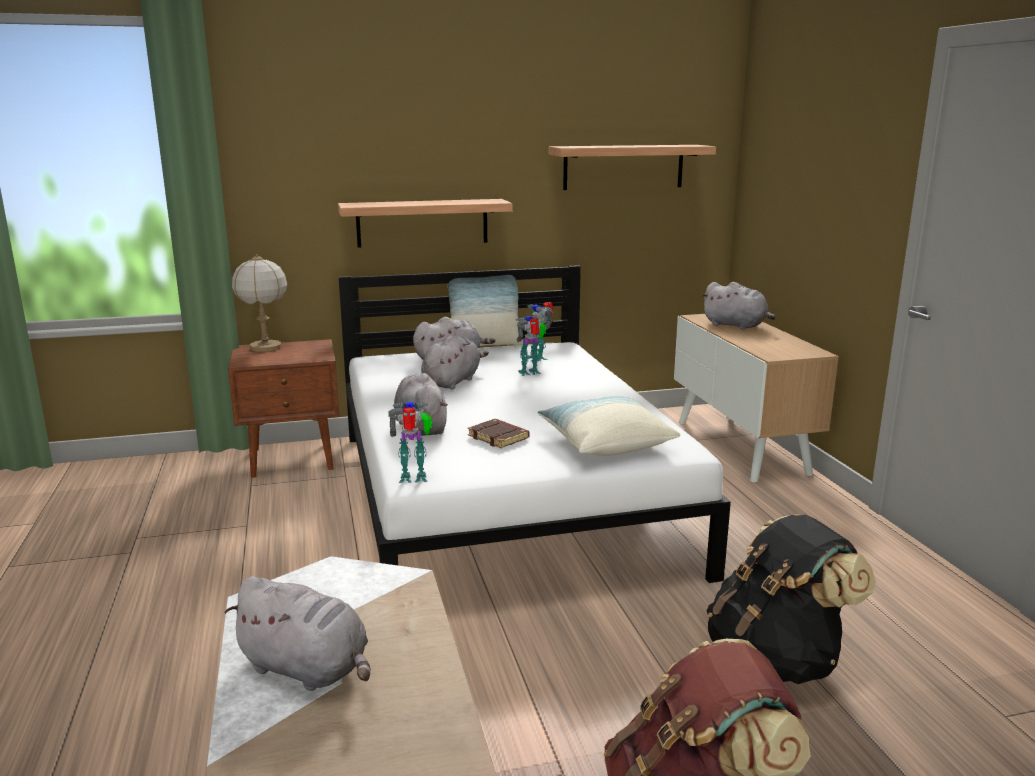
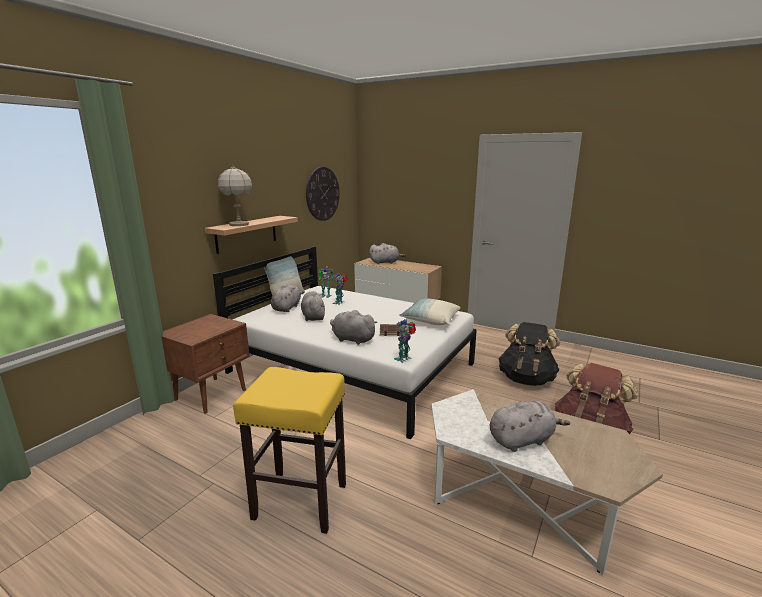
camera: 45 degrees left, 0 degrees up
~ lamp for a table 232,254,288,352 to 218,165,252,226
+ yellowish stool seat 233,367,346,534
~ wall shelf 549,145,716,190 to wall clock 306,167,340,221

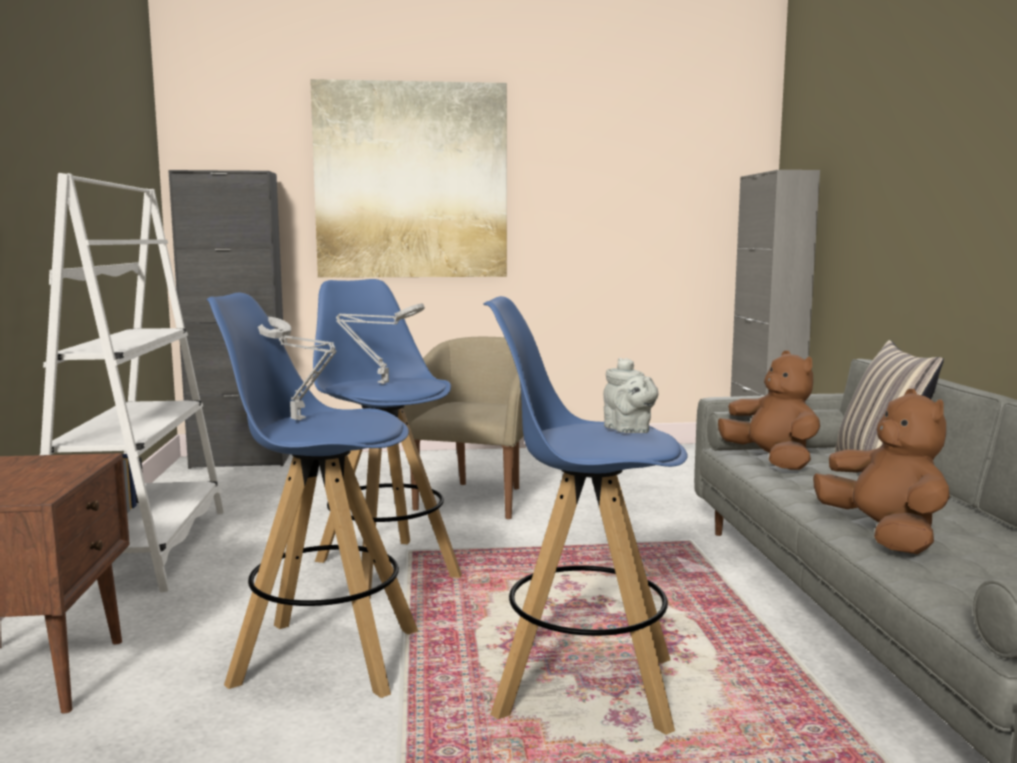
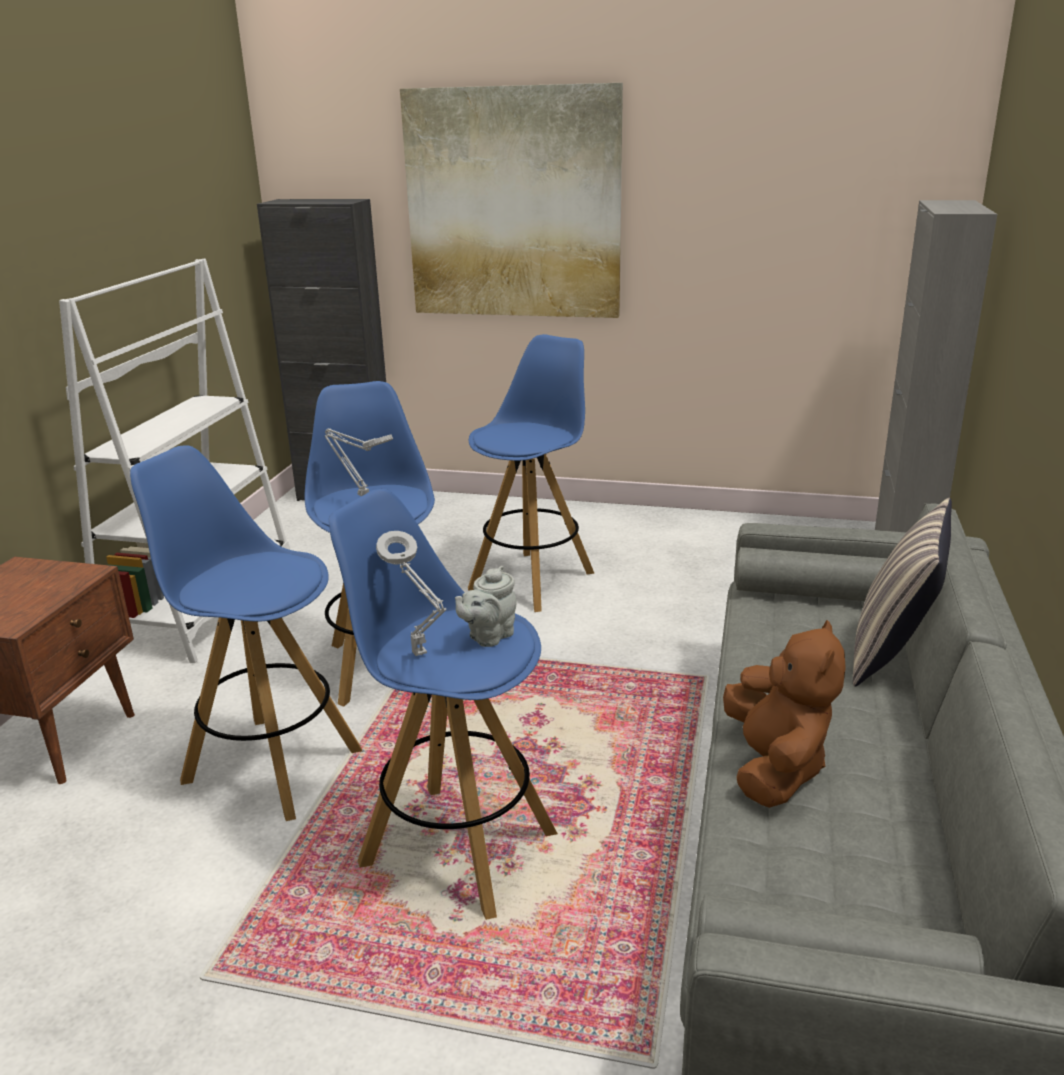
camera: 20 degrees right, 15 degrees up
~ grey lamp for a table 258,317,337,420 to 376,531,446,656
~ grey pot for tea 603,358,659,433 = 455,566,517,647 45 degrees clockwise
~ beige armchair 403,337,523,519 to blue-coloured stool seat 468,334,594,612
- brown-coloured soft toy 718,350,820,470

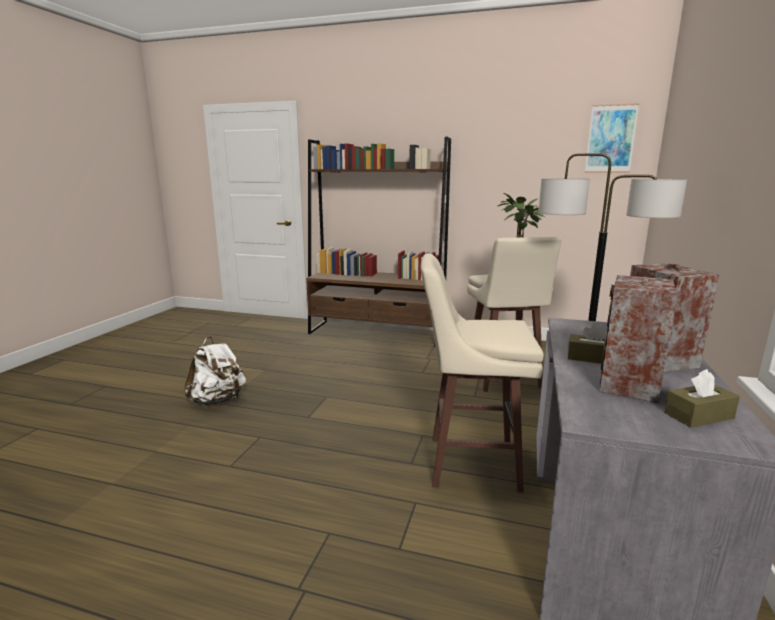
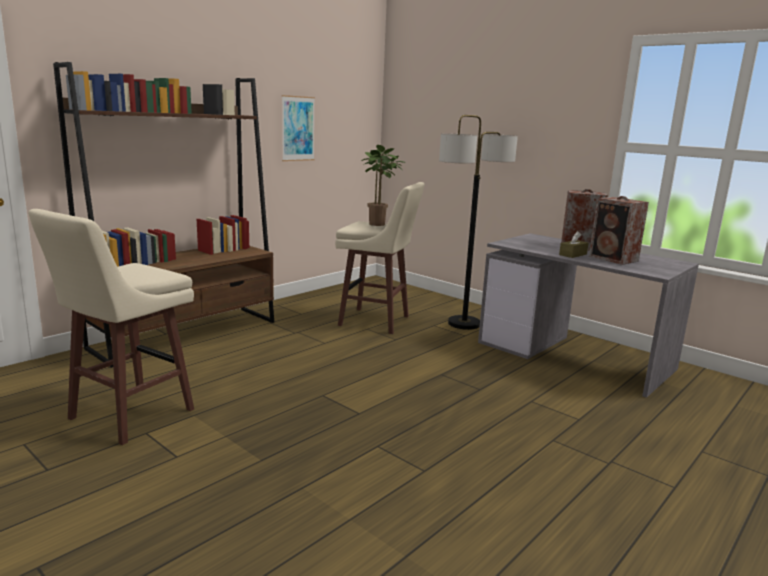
camera: 65 degrees left, 0 degrees up
~ beige stool seat 421,253,544,492 to 28,209,194,445
~ picture 585,103,639,173 to 282,95,315,161
- white-coloured backpack 184,336,246,406
- brown-coloured tissue box 664,369,740,428

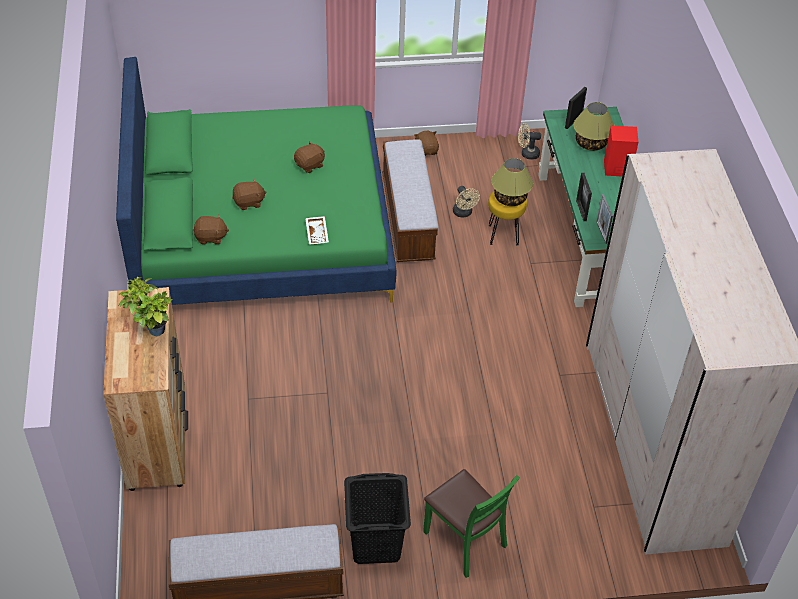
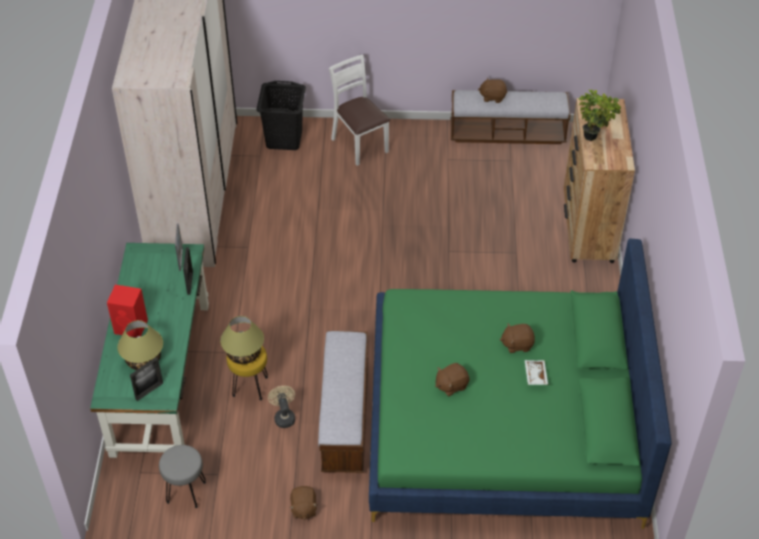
camera: 170 degrees left, 0 degrees up
~ beige cooling fan 518,123,541,160 to grey stool seat 159,445,206,508
~ black washing basket 344,473,411,564 to 256,81,306,150
~ green upright chair 423,469,520,578 to white-coloured upright chair 329,55,390,166
~ brown-coloured soft toy 193,214,229,245 to 478,77,507,103
~ white-coloured serving tray 305,216,329,245 to 525,360,548,385

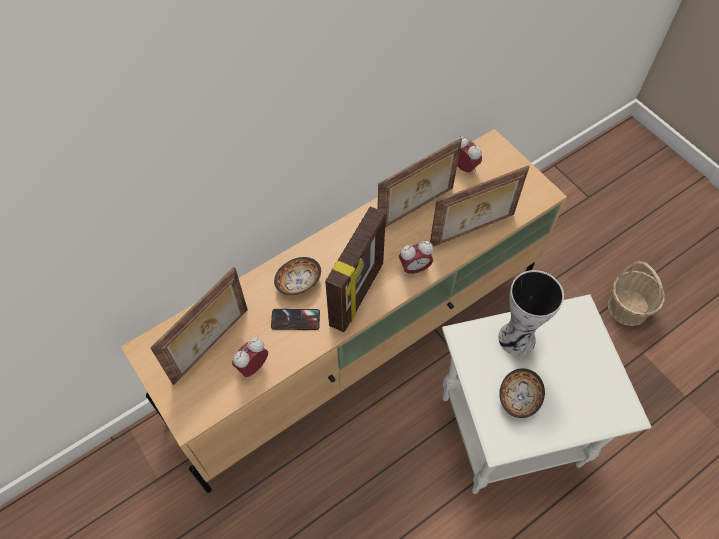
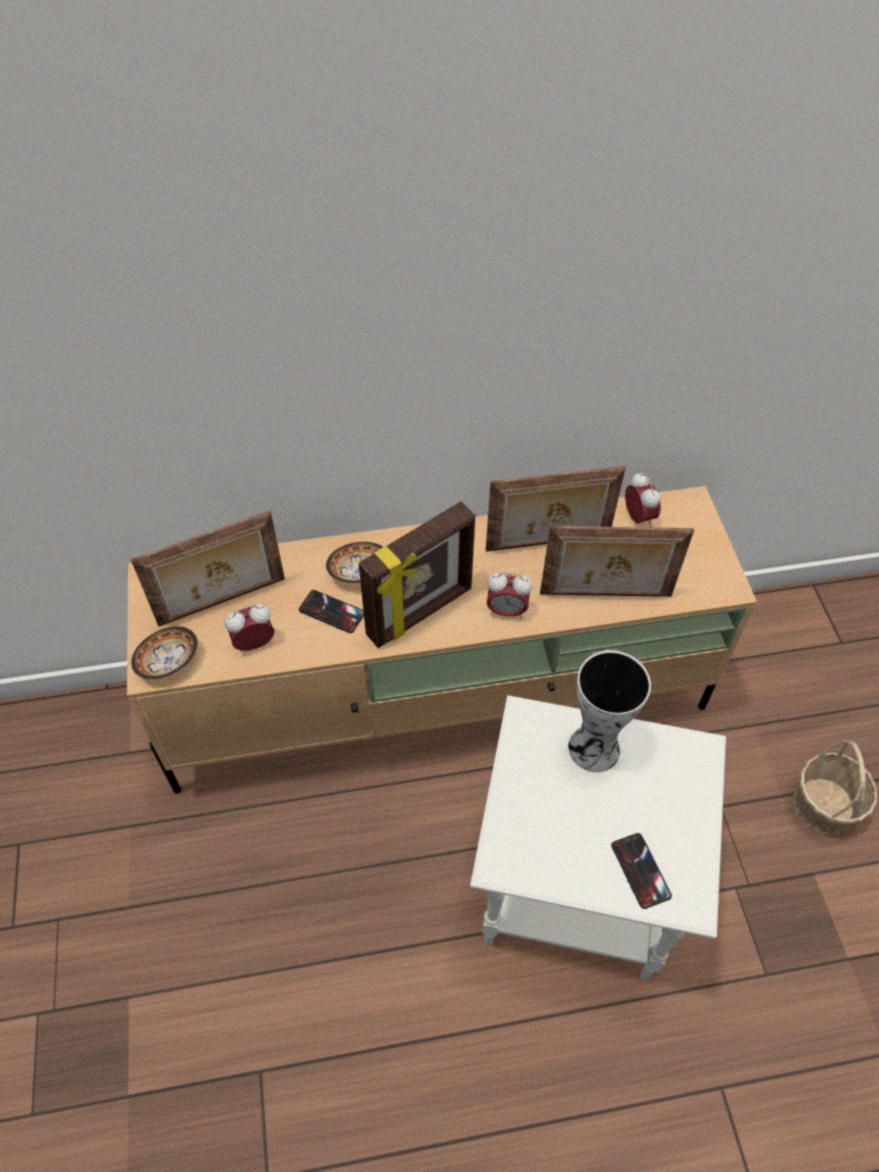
camera: 25 degrees right, 5 degrees down
~ deep dish 499,368,545,418 to 131,626,198,679
+ handset 611,833,672,909

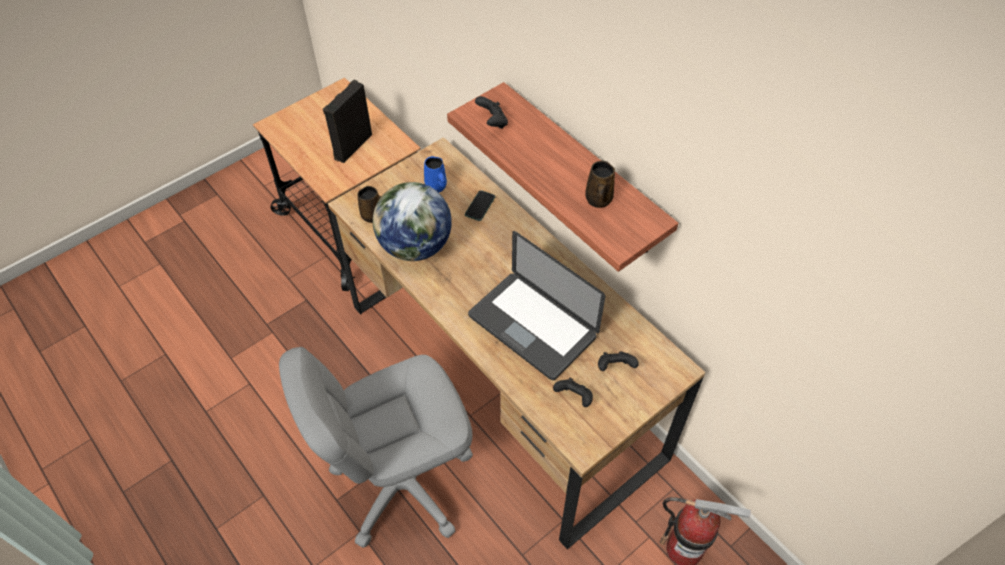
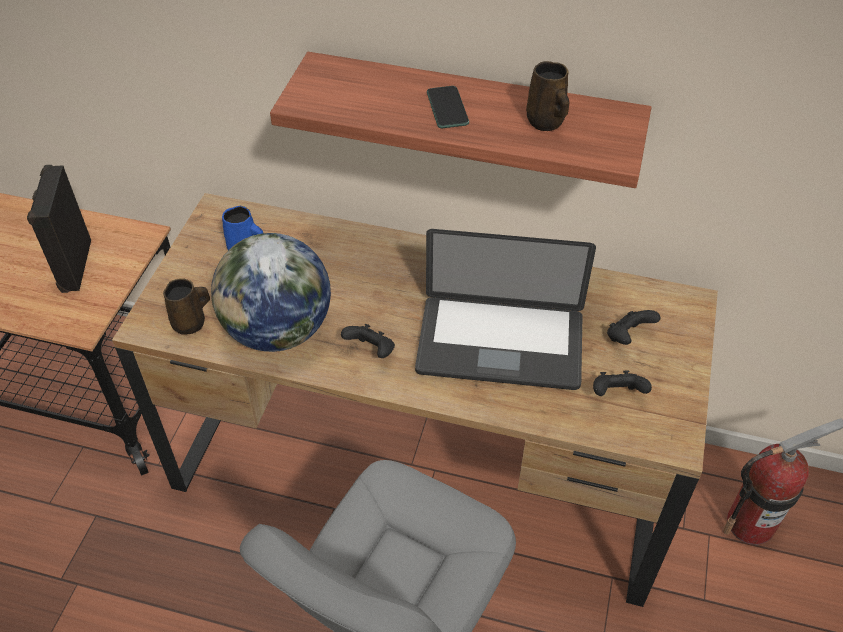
camera: 35 degrees left, 5 degrees down
~ black game controller 475,96,508,129 to 341,324,395,358
~ handset 465,190,495,221 to 427,86,469,128

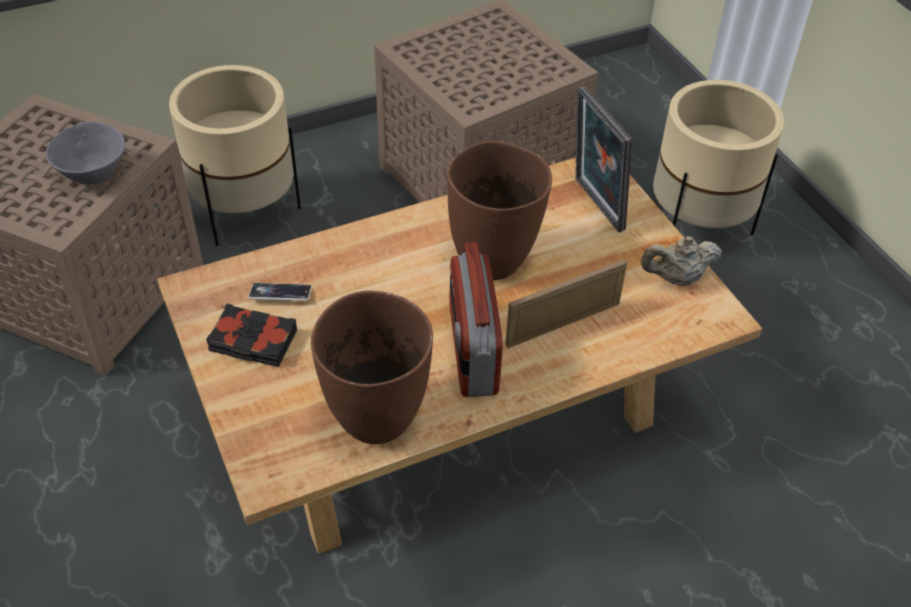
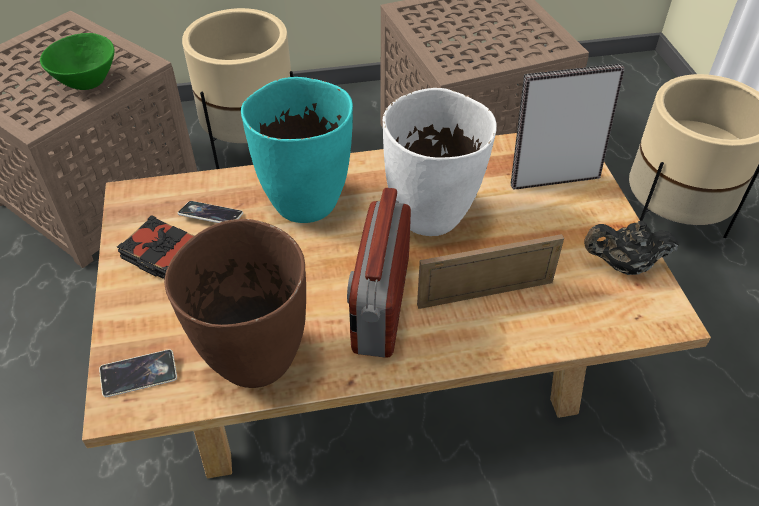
camera: 15 degrees right, 0 degrees up
~ grey deep dish 46,122,125,185 to green deep dish 40,33,115,90
+ handset 99,349,177,397
+ turquoise-coloured flower vase 241,77,353,223
~ brown-coloured flower vase 447,141,552,280 to white-coloured flower vase 383,88,497,236
~ photo frame 575,86,632,232 = 511,64,625,190 90 degrees clockwise
~ beige pot for tea 641,236,722,286 to black pot for tea 584,221,679,275

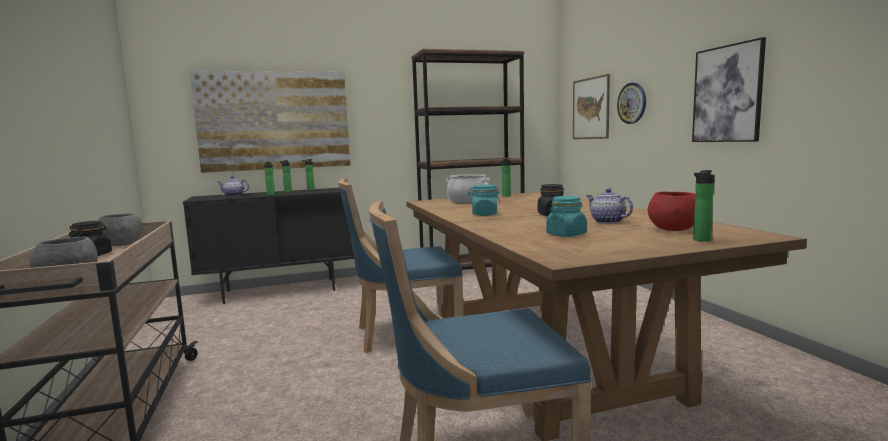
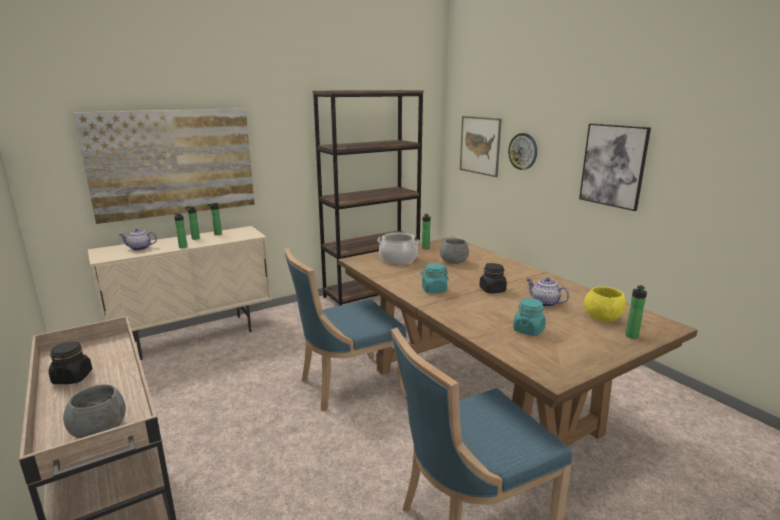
camera: 15 degrees left, 10 degrees up
~ black storage cabinet 183,188,354,304 to beige storage cabinet 88,226,272,360
~ grey deep dish 98,213,143,246 to 440,238,469,264
~ red-coloured deep dish 648,192,696,231 to yellowish deep dish 584,287,626,322

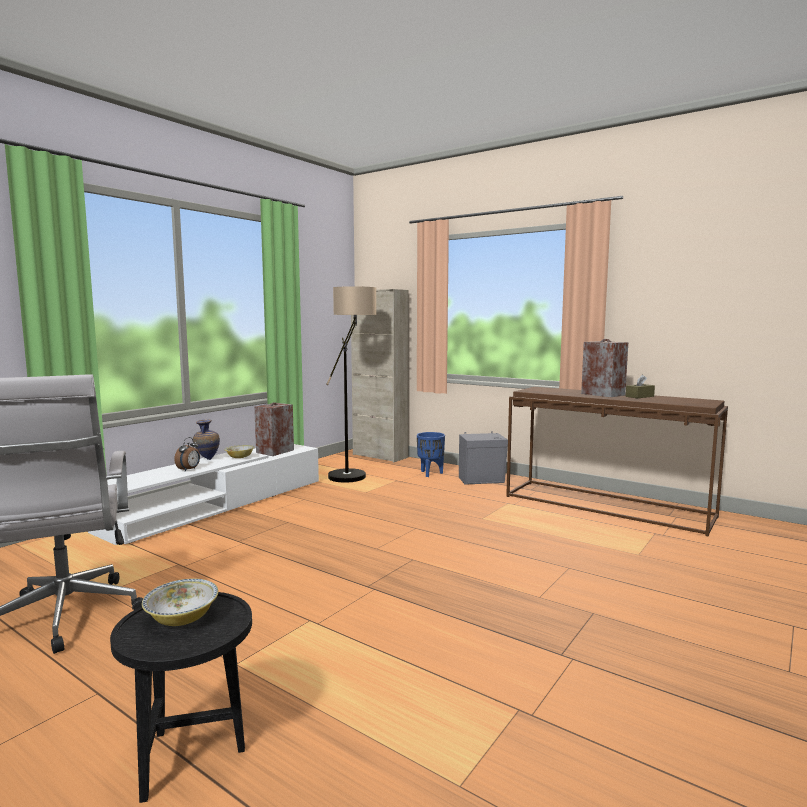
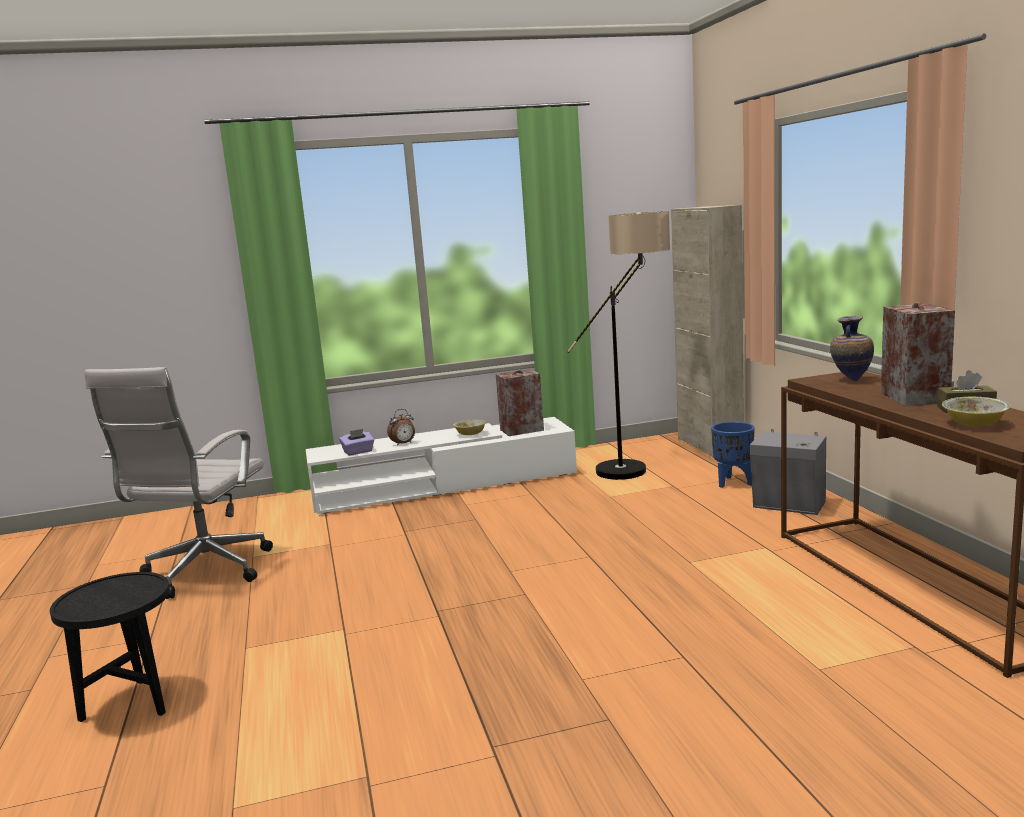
camera: 40 degrees right, 5 degrees up
+ purple tissue box 339,429,374,456
~ flower vase 193,420,220,460 to 830,316,874,381
~ deep dish 142,579,218,626 to 942,397,1010,426

